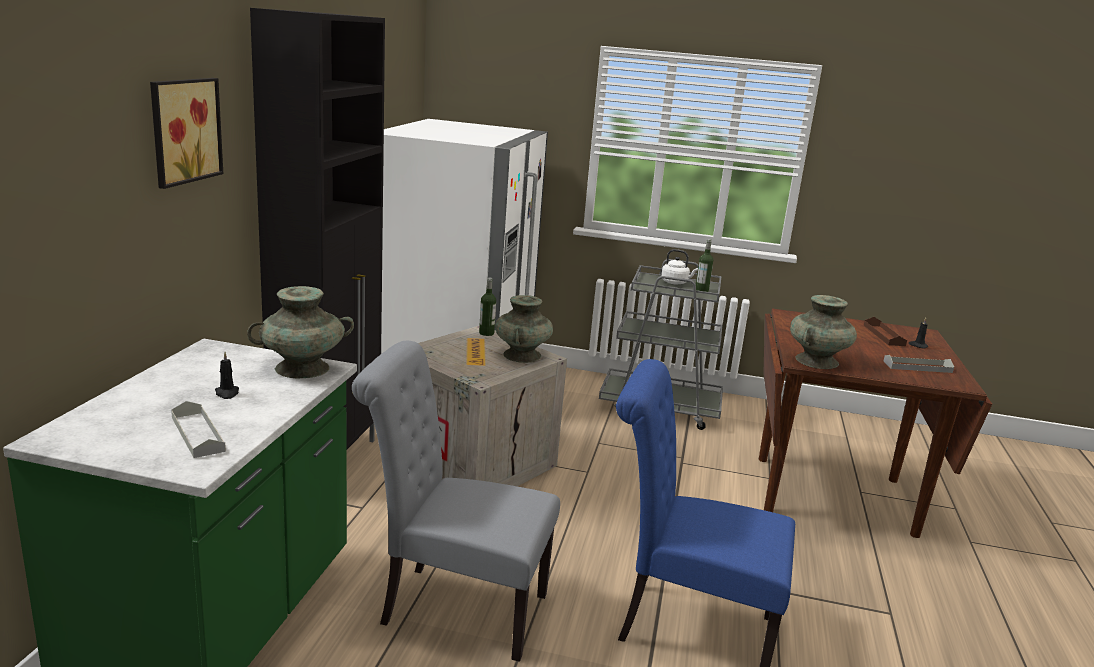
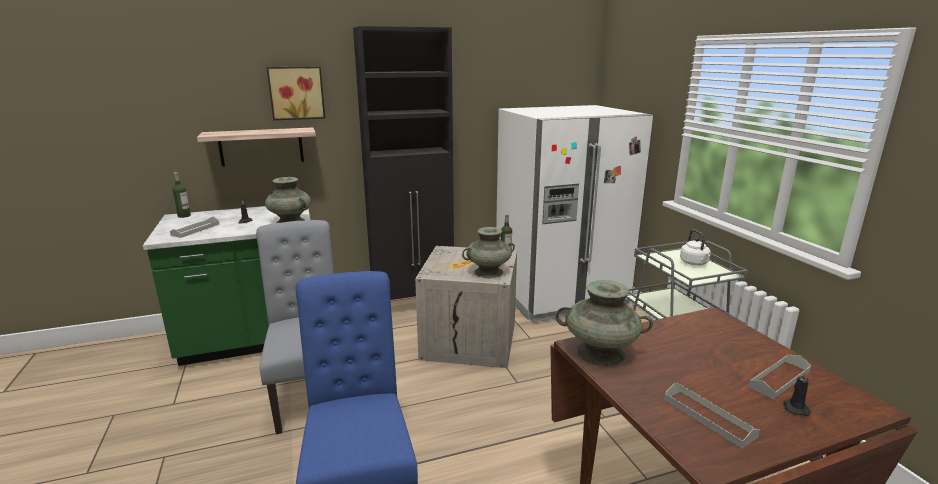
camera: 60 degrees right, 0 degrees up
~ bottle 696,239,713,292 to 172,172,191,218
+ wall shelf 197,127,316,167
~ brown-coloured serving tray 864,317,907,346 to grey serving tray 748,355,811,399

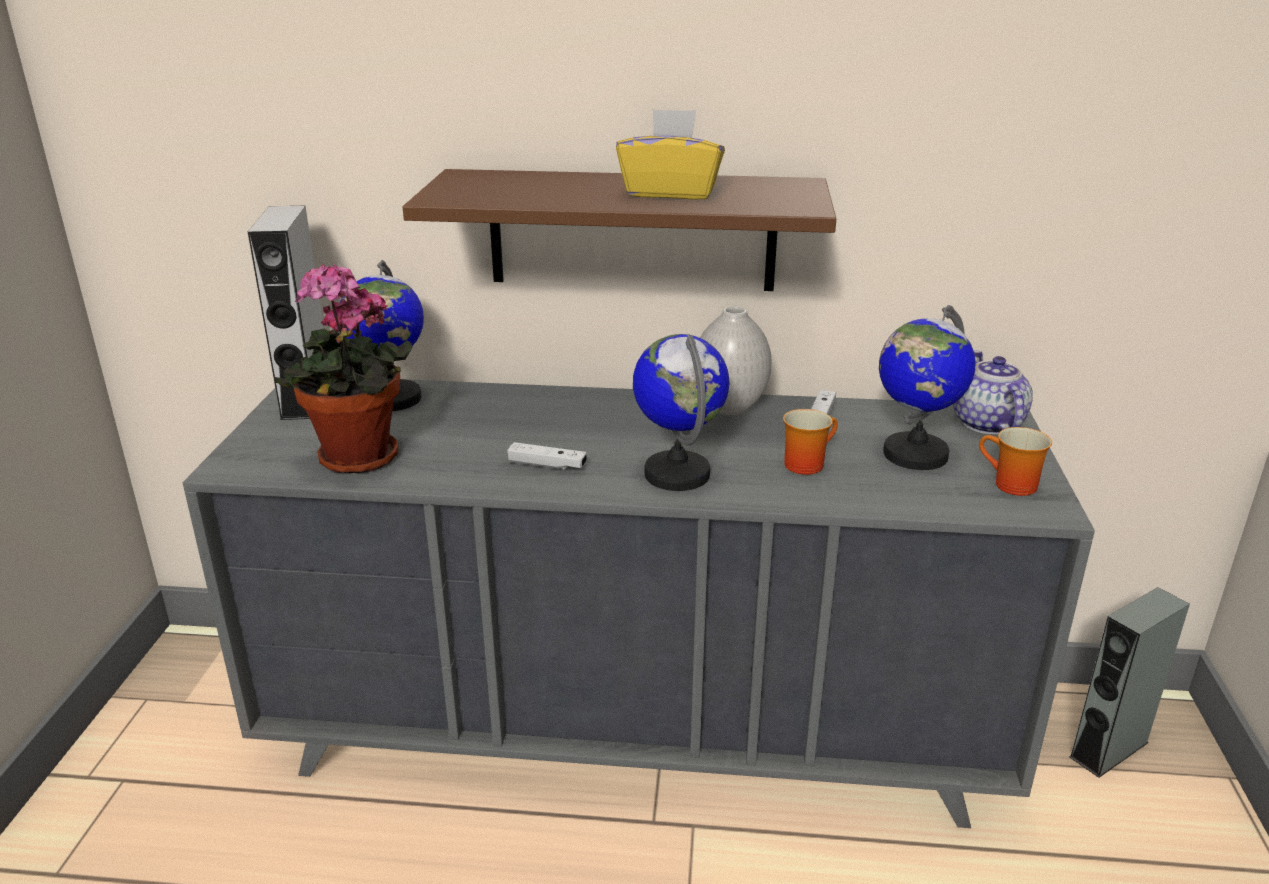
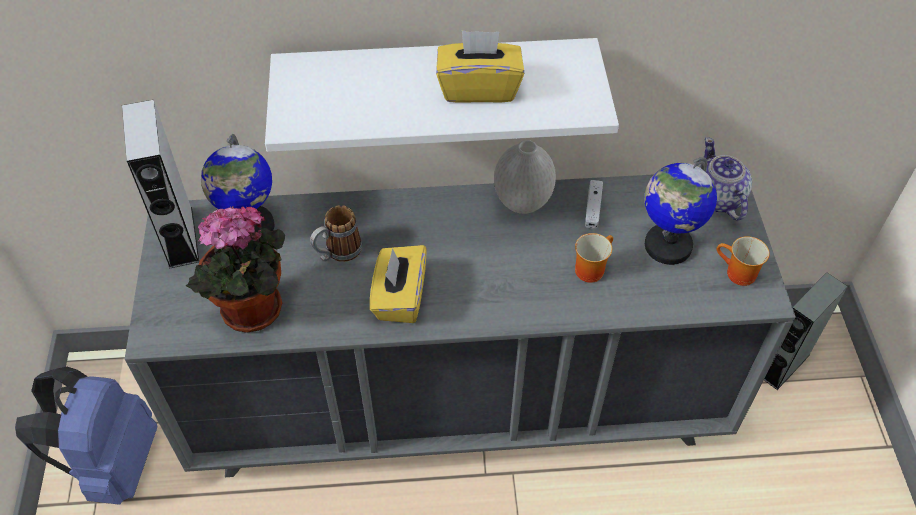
camera: 10 degrees left, 25 degrees up
+ blue-coloured backpack 15,367,157,505
~ brown-coloured wall shelf 402,169,836,291 to white-coloured wall shelf 265,38,619,152
+ tea mug 310,205,362,262
~ white-coloured game controller 507,442,587,469 to yellowish tissue box 370,245,427,323
- world globe 633,334,730,491

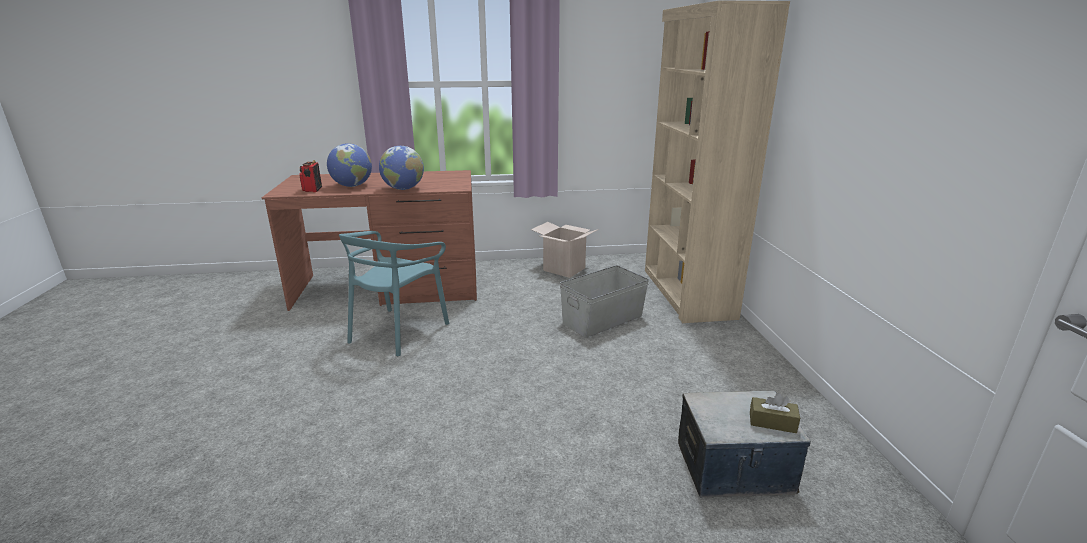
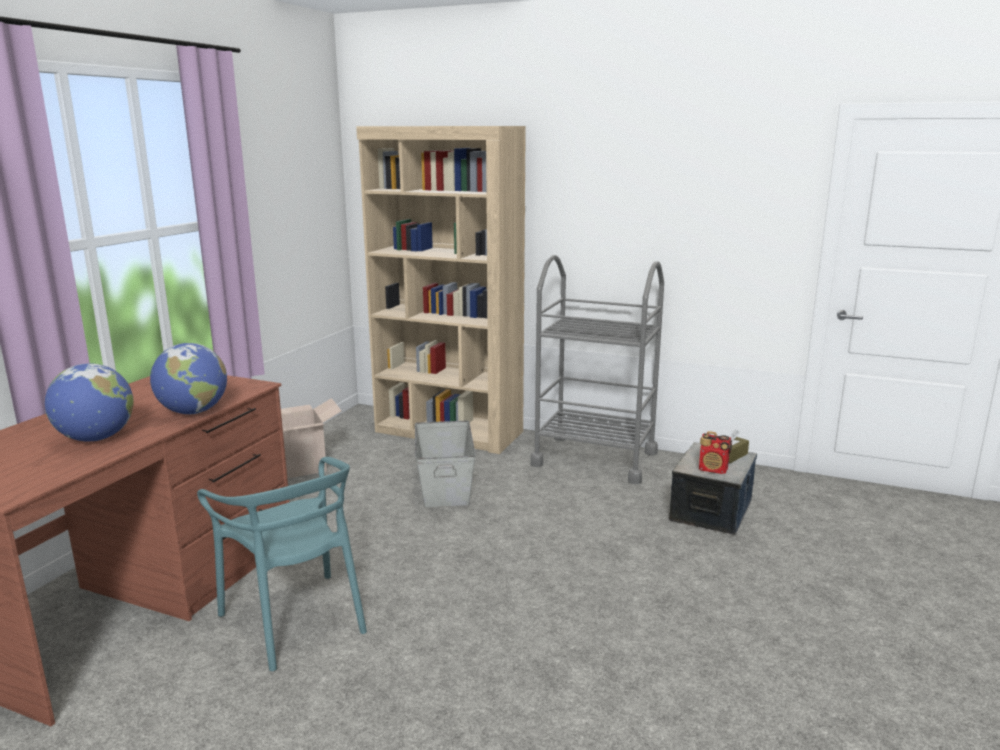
camera: 60 degrees left, 5 degrees down
+ grey wheeled cart 530,255,664,484
~ radio 299,160,322,192 to 699,431,732,474

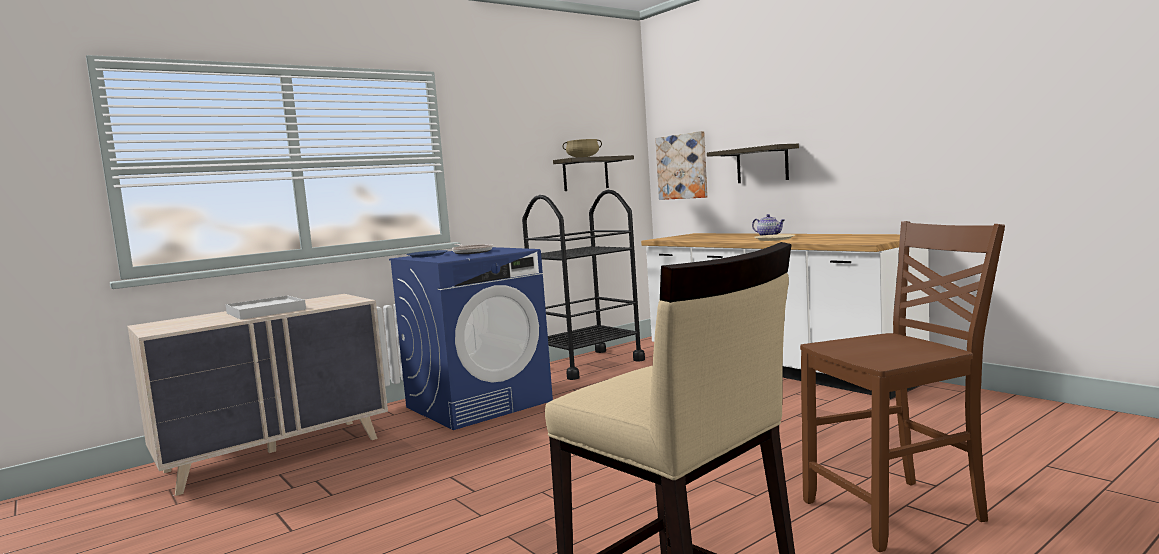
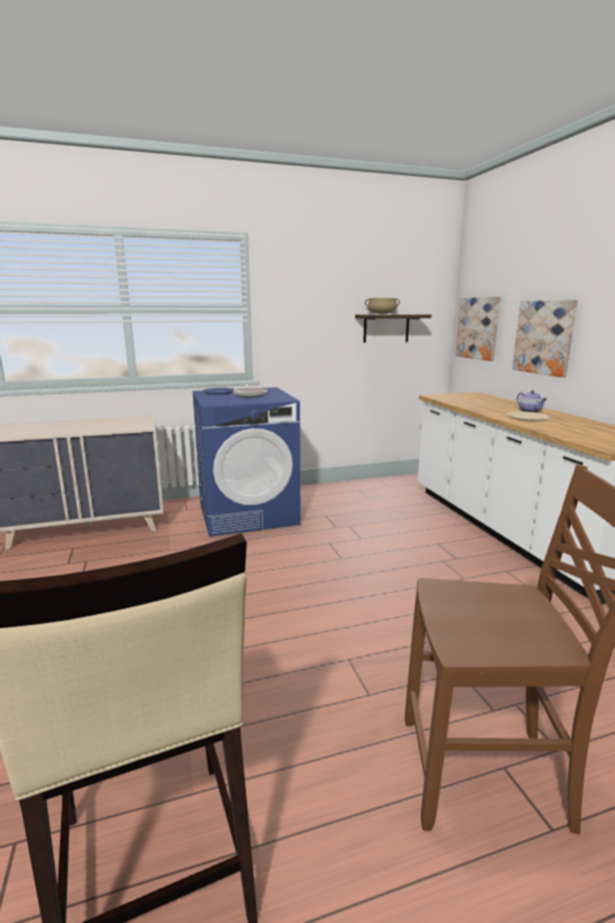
camera: 20 degrees right, 10 degrees up
~ wall shelf 707,144,799,183 to picture 512,300,578,377
- white-coloured serving tray 226,295,306,320
- black wheeled cart 522,190,645,380

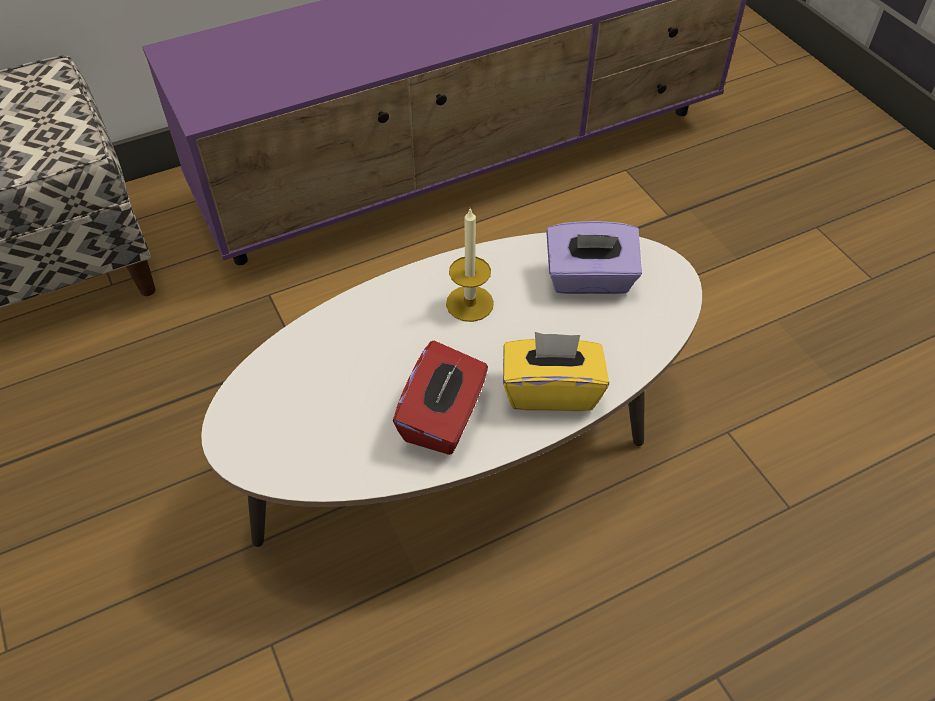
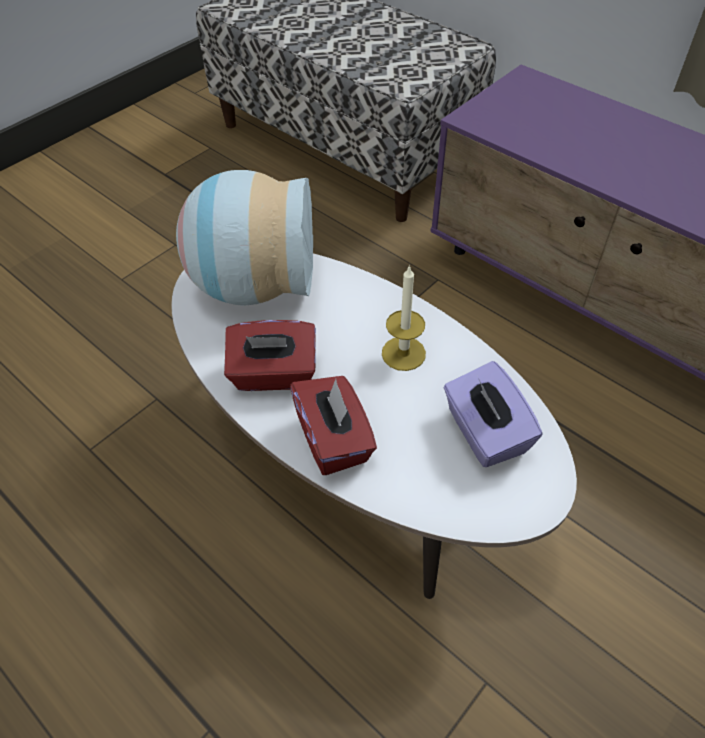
camera: 70 degrees right, 0 degrees up
+ flower vase 176,170,313,306
~ yellowish tissue box 503,332,609,411 to red-coloured tissue box 290,376,377,475

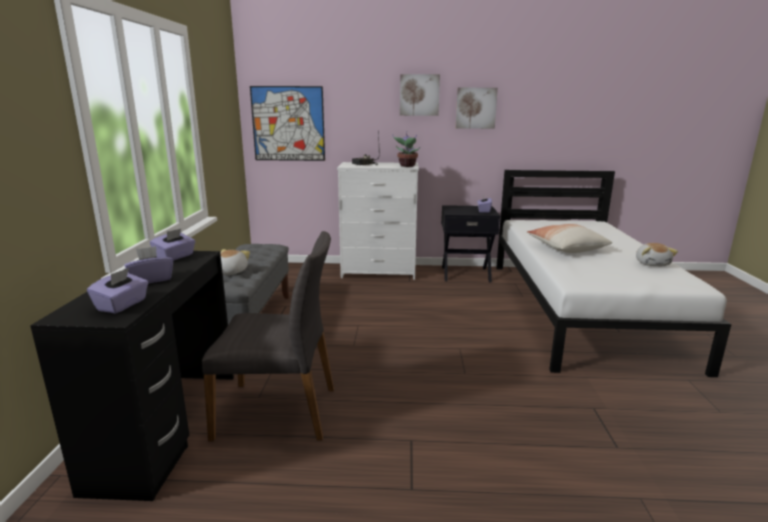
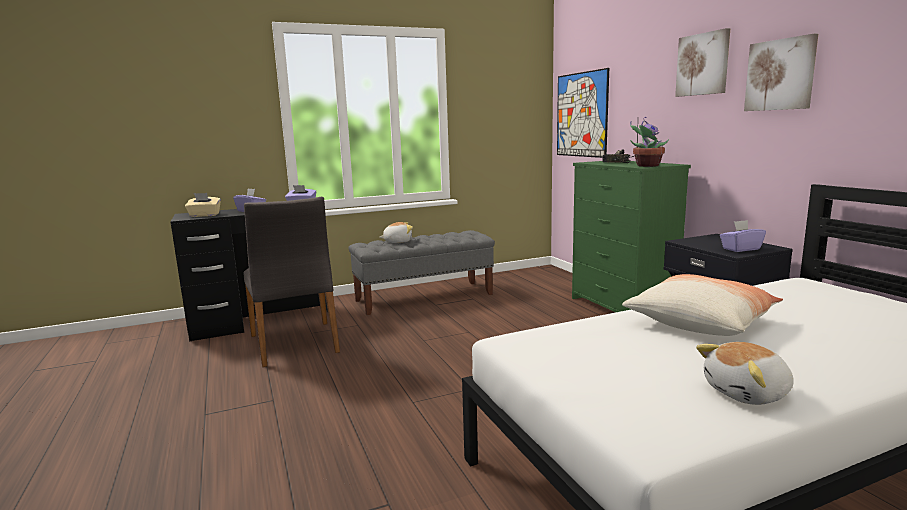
camera: 65 degrees right, 5 degrees down
~ purple tissue box 87,268,148,313 to beige tissue box 185,193,221,217
~ white-coloured dresser 337,162,419,280 to green dresser 572,161,691,312

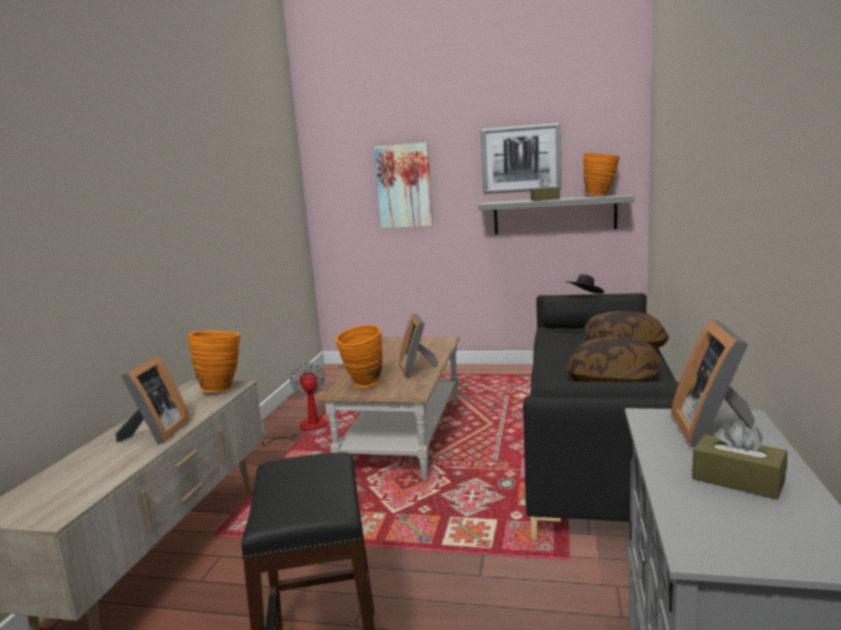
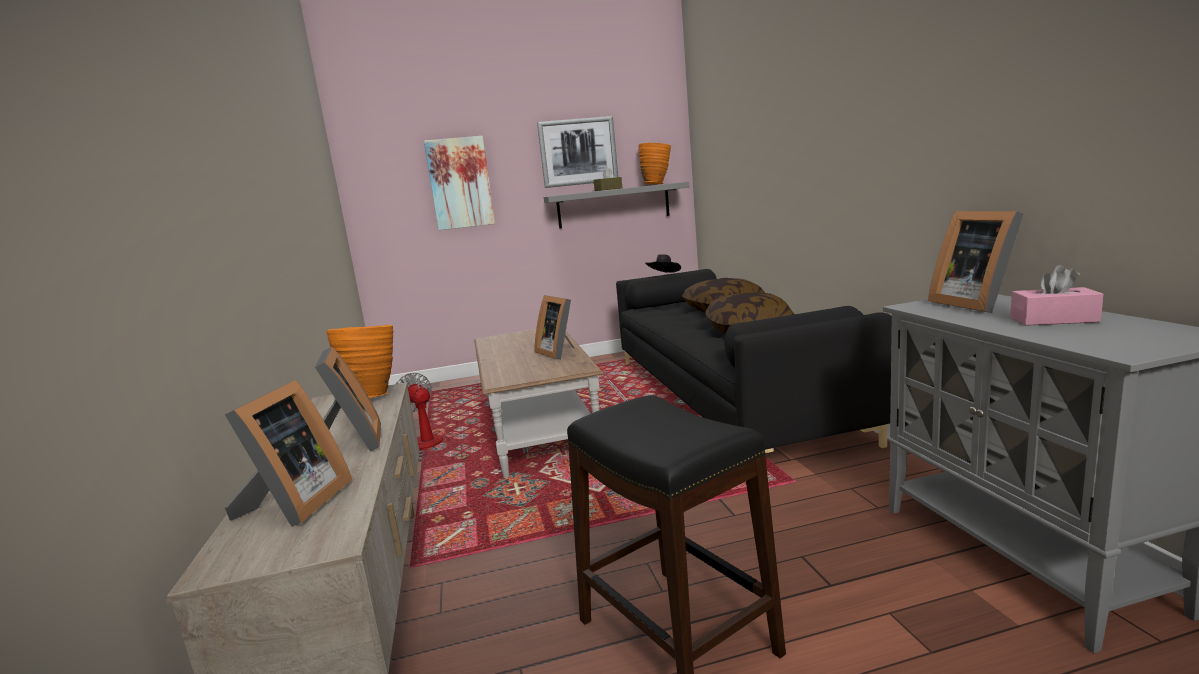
camera: 25 degrees left, 0 degrees up
+ photo frame 225,380,352,527
~ brown-coloured tissue box 692,420,787,499 to pink-coloured tissue box 1010,265,1103,326
- orange-coloured flower vase 335,325,383,388

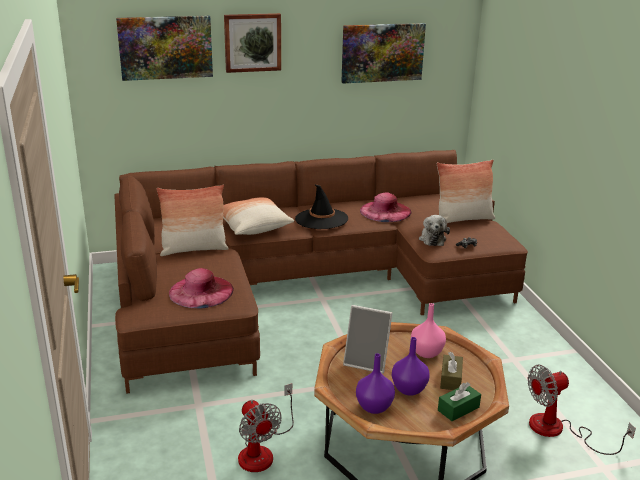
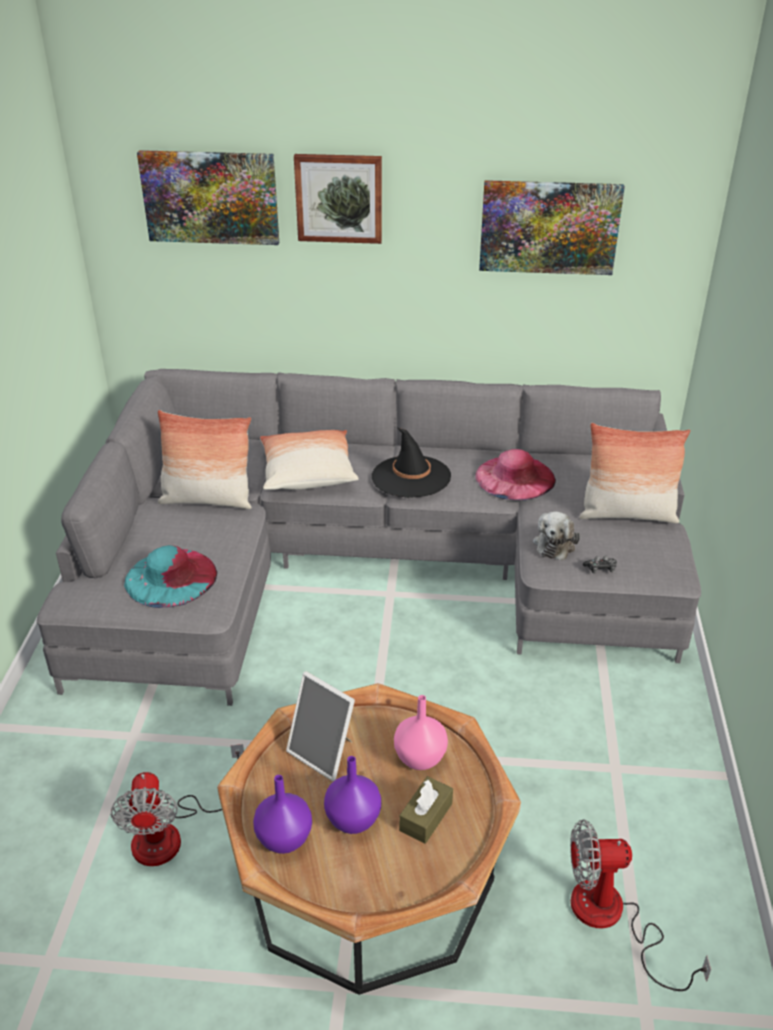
camera: 20 degrees right, 10 degrees up
~ brown-coloured couch 114,150,528,394 to grey couch 37,369,701,706
~ pink-coloured clothing hat 169,268,234,308 to turquoise-coloured clothing hat 124,545,217,608
- green tissue box 438,382,481,421

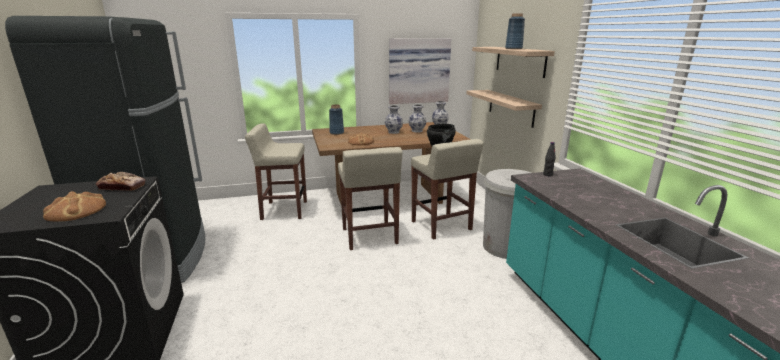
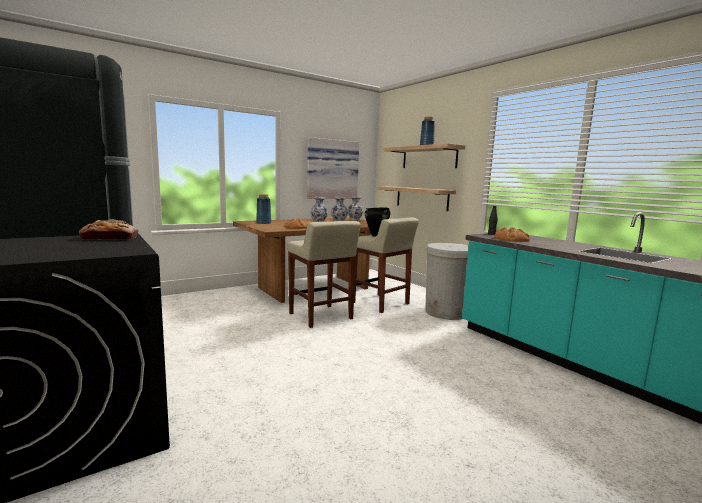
camera: 20 degrees left, 10 degrees down
~ baked bread 43,191,106,222 to 494,227,530,242
- beige stool seat 245,123,307,220

